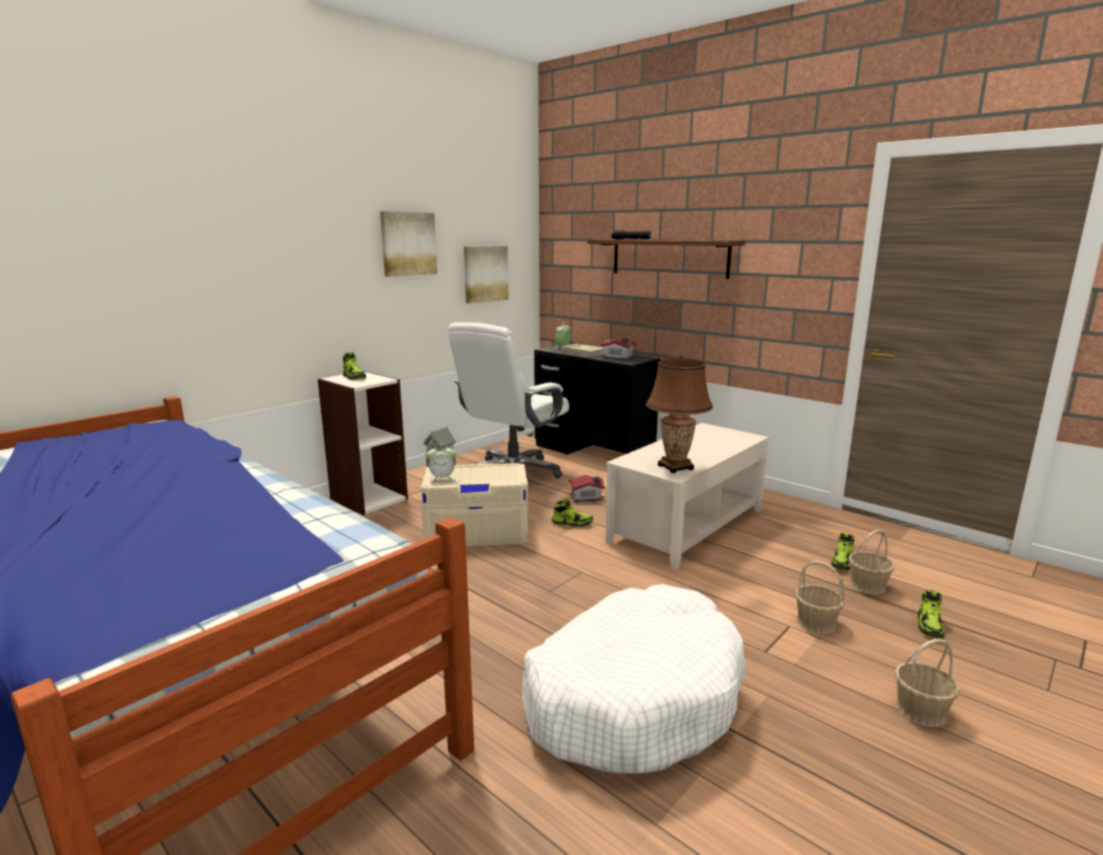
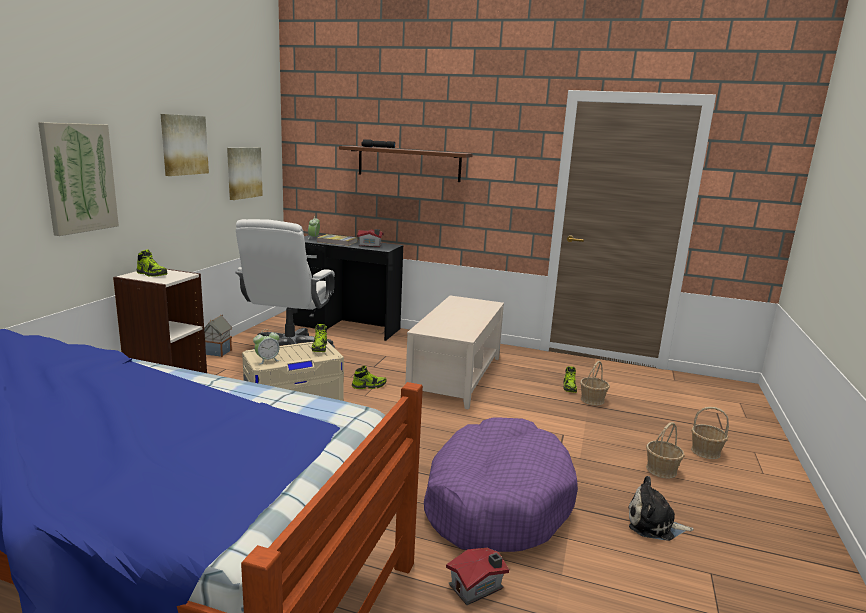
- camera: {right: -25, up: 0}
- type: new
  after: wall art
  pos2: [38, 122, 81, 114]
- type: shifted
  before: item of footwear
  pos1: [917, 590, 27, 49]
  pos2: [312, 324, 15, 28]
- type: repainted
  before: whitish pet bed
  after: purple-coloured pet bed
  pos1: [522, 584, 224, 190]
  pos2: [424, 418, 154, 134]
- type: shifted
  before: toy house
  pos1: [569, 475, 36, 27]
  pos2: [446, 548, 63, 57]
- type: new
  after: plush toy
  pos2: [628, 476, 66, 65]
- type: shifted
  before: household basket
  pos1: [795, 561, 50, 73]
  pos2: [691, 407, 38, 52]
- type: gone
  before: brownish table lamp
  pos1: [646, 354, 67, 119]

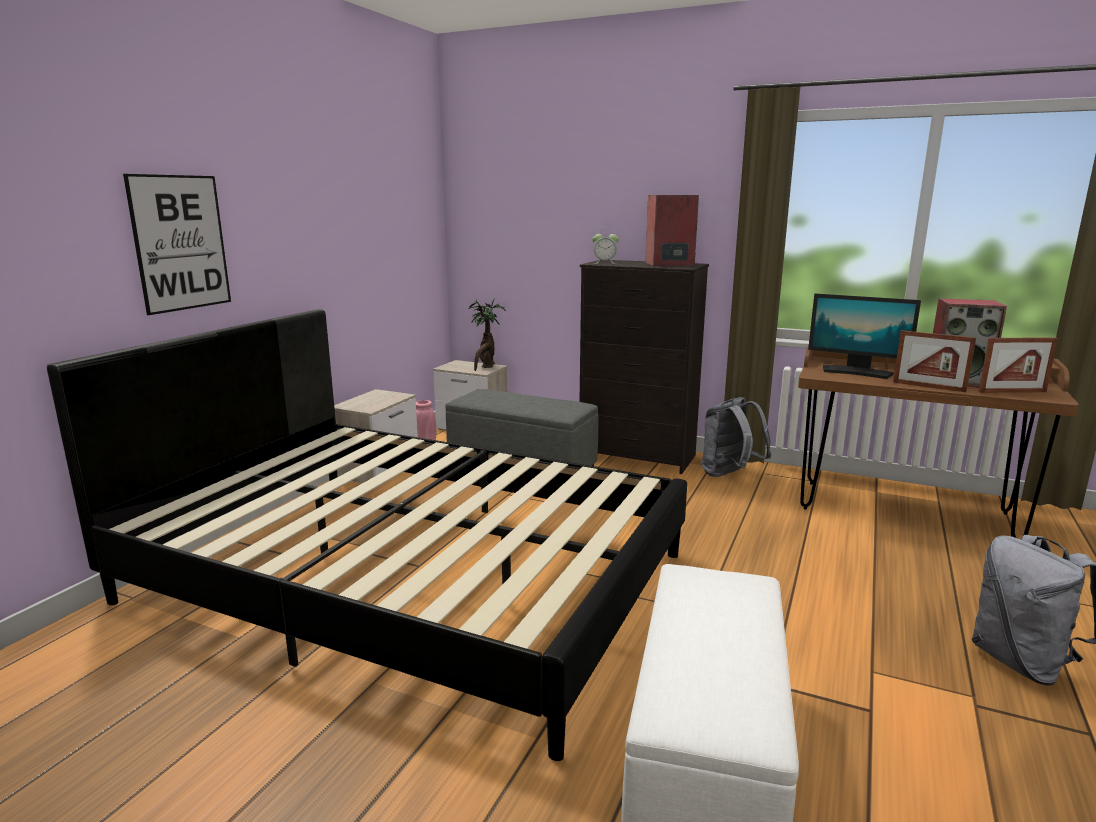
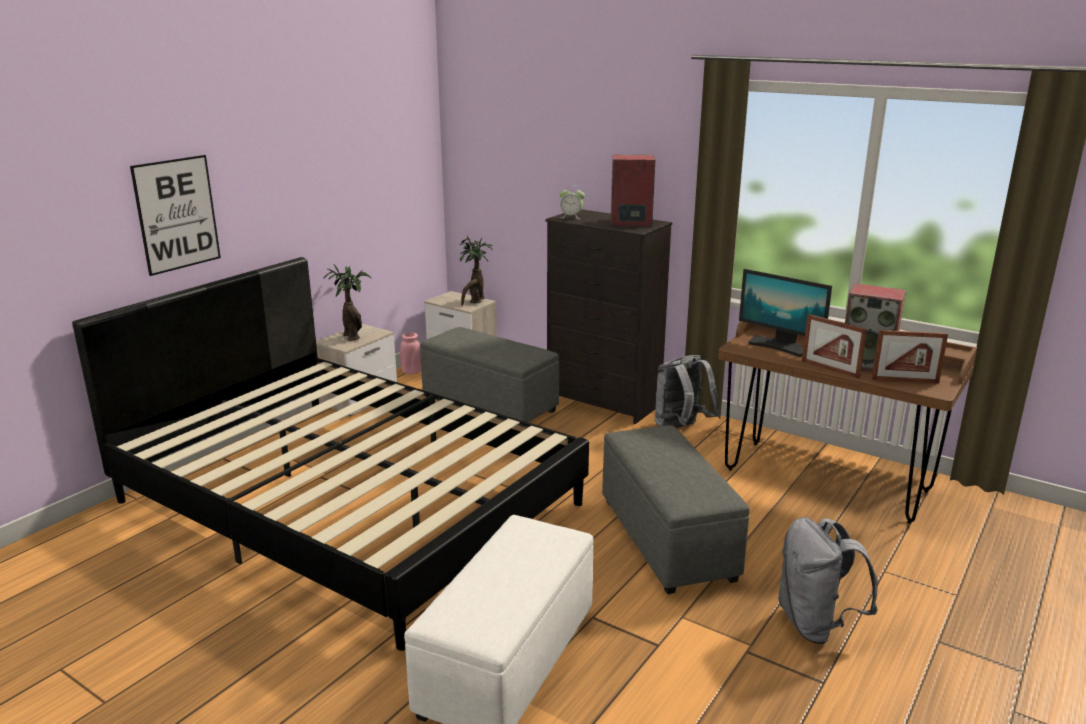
- camera: {right: 10, up: 5}
- type: new
  after: houseplant
  pos2: [323, 264, 49, 77]
- type: new
  after: gray pouffe
  pos2: [602, 425, 148, 169]

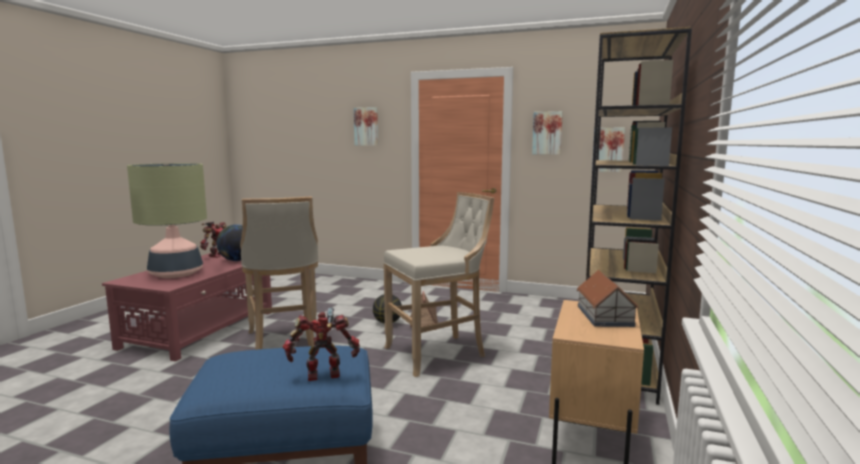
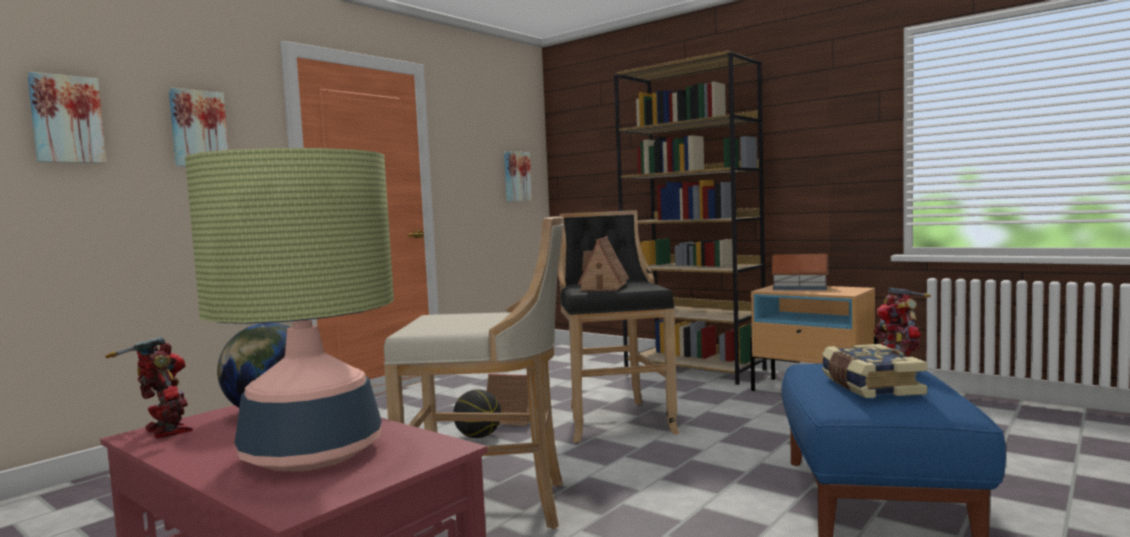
- camera: {right: -70, up: -5}
- type: shifted
  before: wall art
  pos1: [532, 111, 31, 44]
  pos2: [27, 72, 79, 91]
- type: repainted
  before: beige sitting stool
  after: black-coloured sitting stool
  pos1: [384, 192, 110, 185]
  pos2: [558, 210, 121, 233]
- type: new
  after: toy house
  pos2: [578, 237, 51, 54]
- type: new
  after: volume
  pos2: [822, 344, 105, 54]

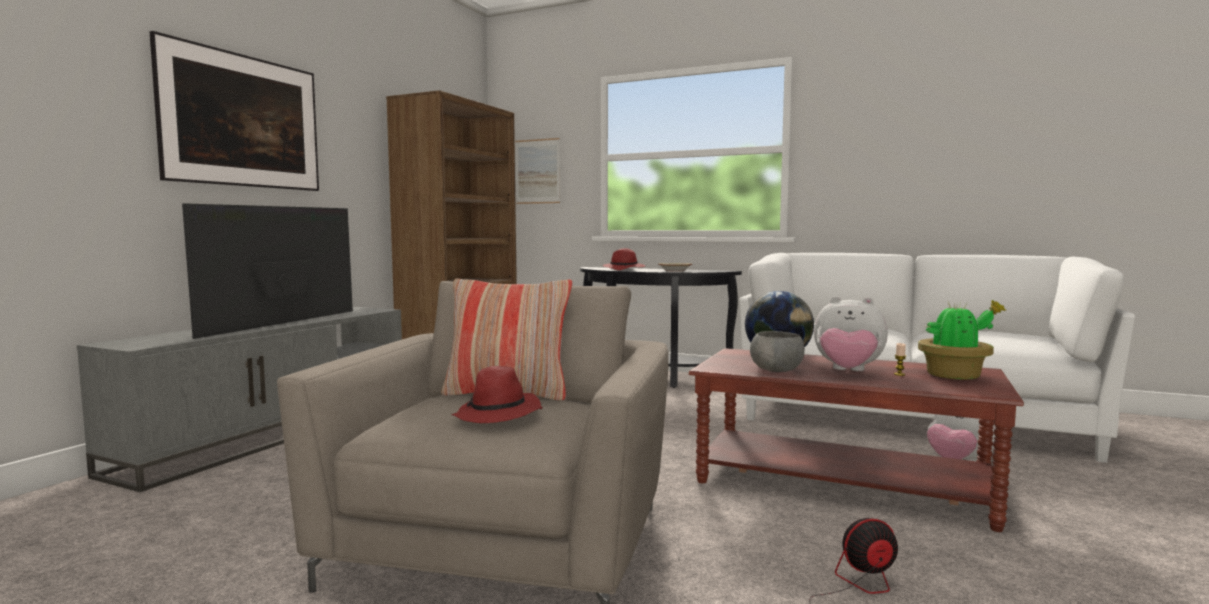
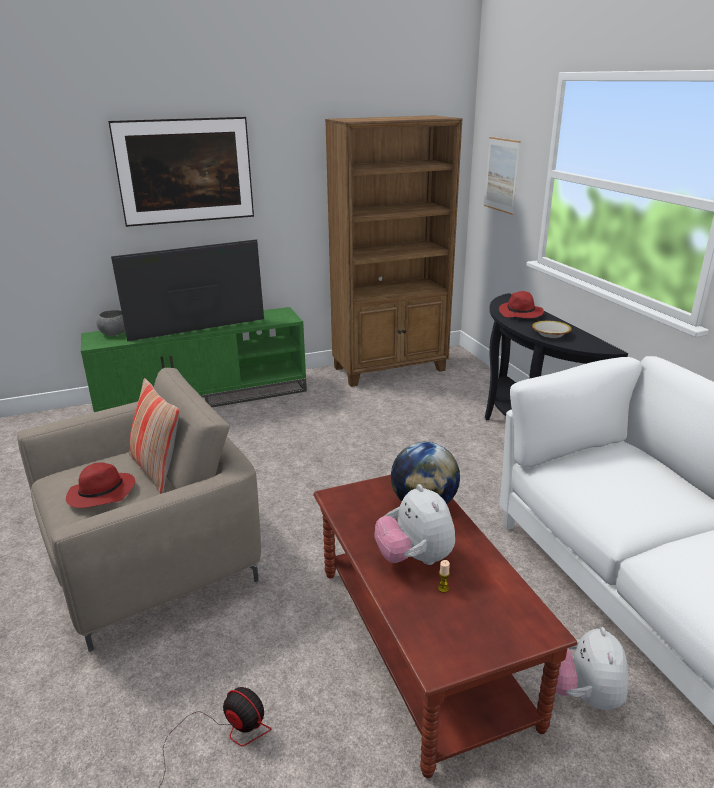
- camera: {right: 45, up: 20}
- type: repainted
  before: gray tv stand
  after: greenish tv stand
  pos1: [77, 307, 325, 185]
  pos2: [81, 307, 226, 105]
- type: shifted
  before: gray serving bowl
  pos1: [750, 331, 55, 41]
  pos2: [96, 310, 29, 26]
- type: gone
  before: houseplant
  pos1: [918, 300, 88, 80]

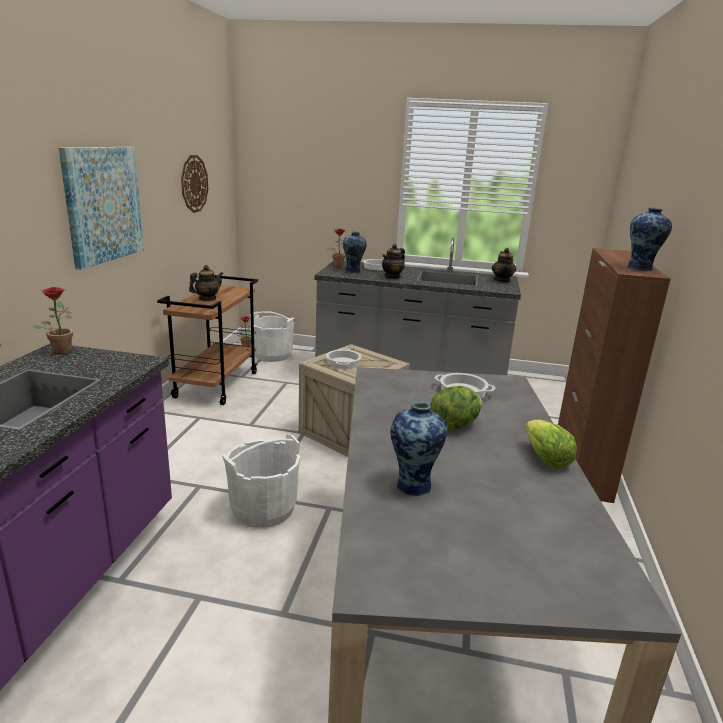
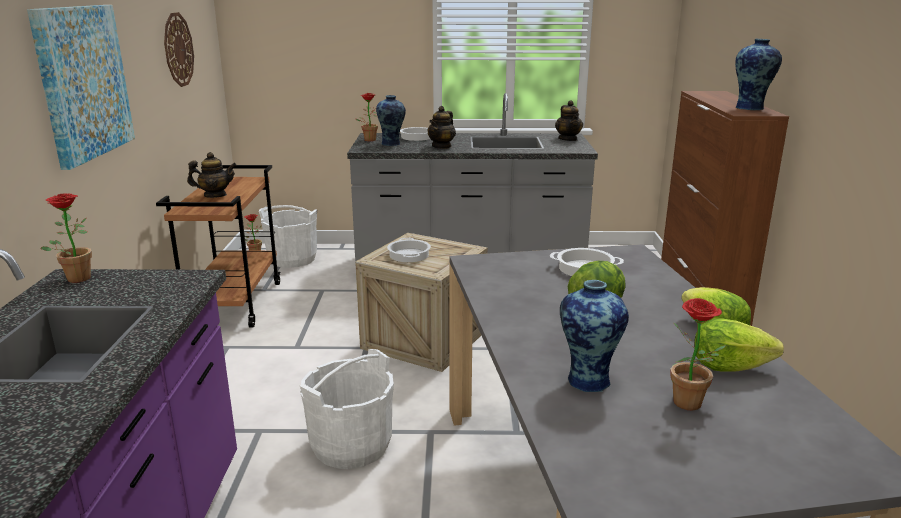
- camera: {right: -10, up: 0}
- type: rotated
  before: teapot
  pos1: [189, 265, 34, 36]
  pos2: [187, 152, 50, 46]
  turn: 45
- type: new
  after: houseplant
  pos2: [670, 298, 56, 113]
- type: new
  after: head of lettuce
  pos2: [694, 318, 90, 54]

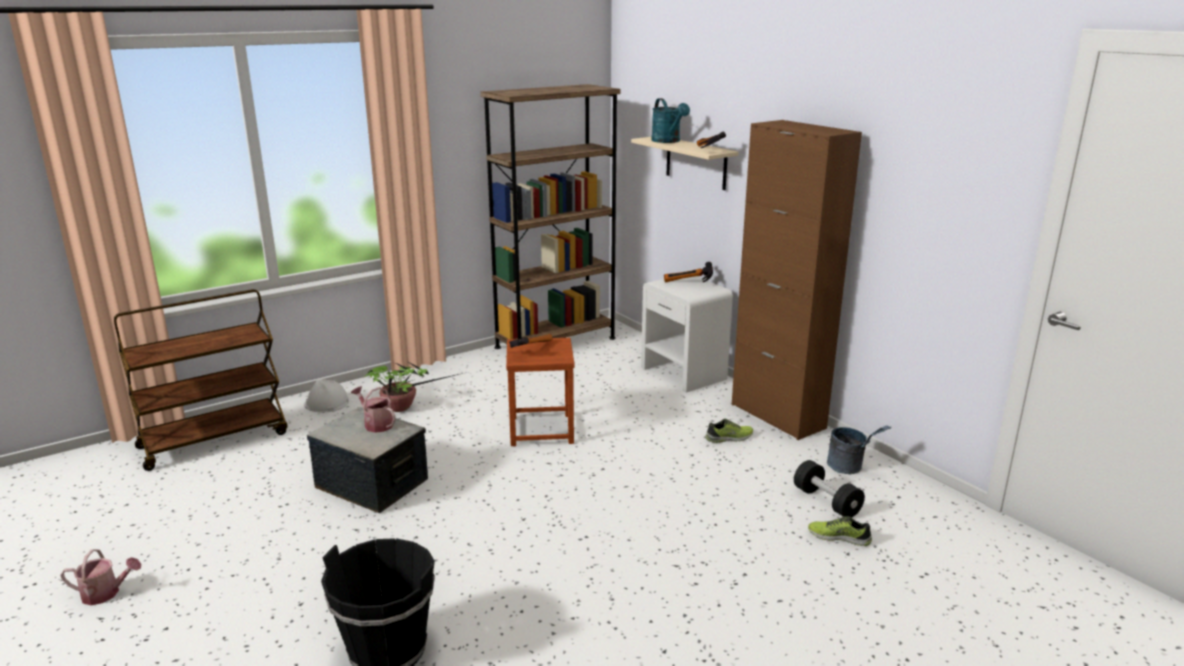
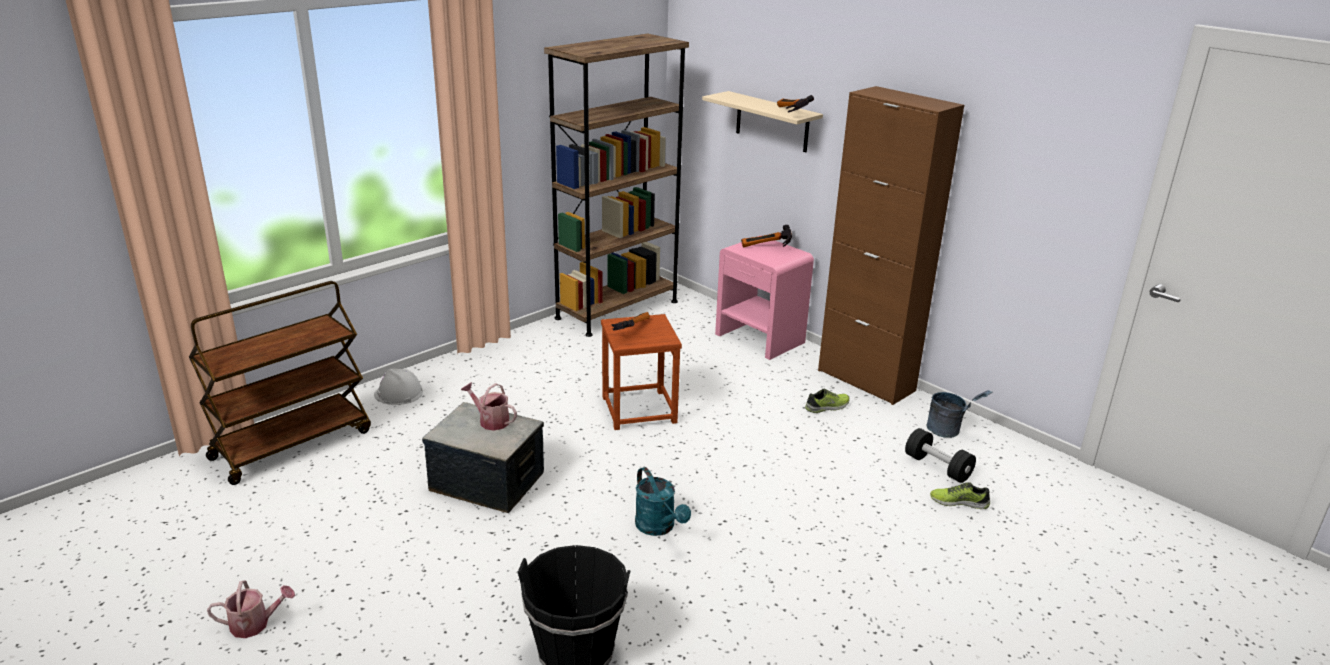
- camera: {right: -10, up: 5}
- type: shifted
  before: turquoise watering pot
  pos1: [651, 98, 39, 45]
  pos2: [635, 467, 56, 69]
- type: repainted
  before: whitish nightstand
  after: pinkish nightstand
  pos1: [641, 276, 92, 117]
  pos2: [715, 236, 99, 124]
- type: gone
  before: houseplant
  pos1: [364, 361, 99, 51]

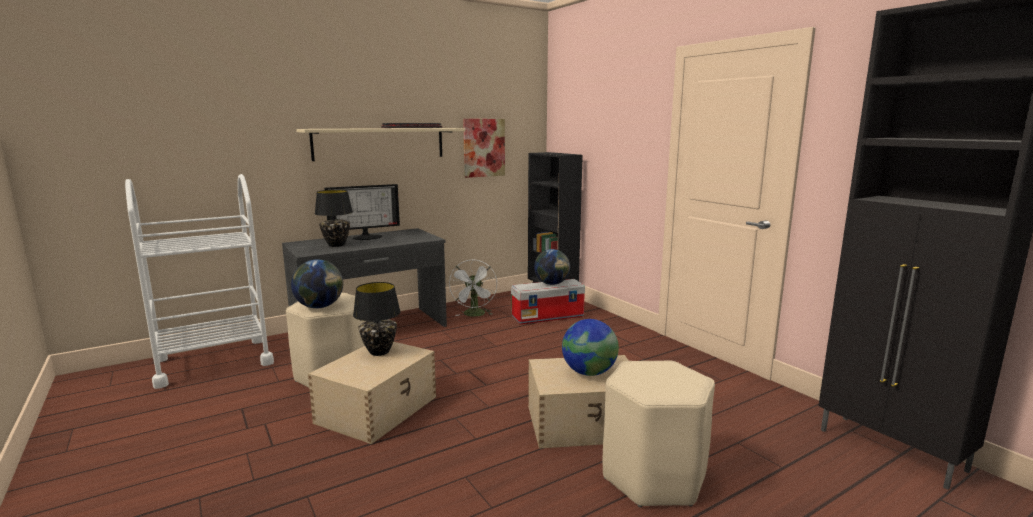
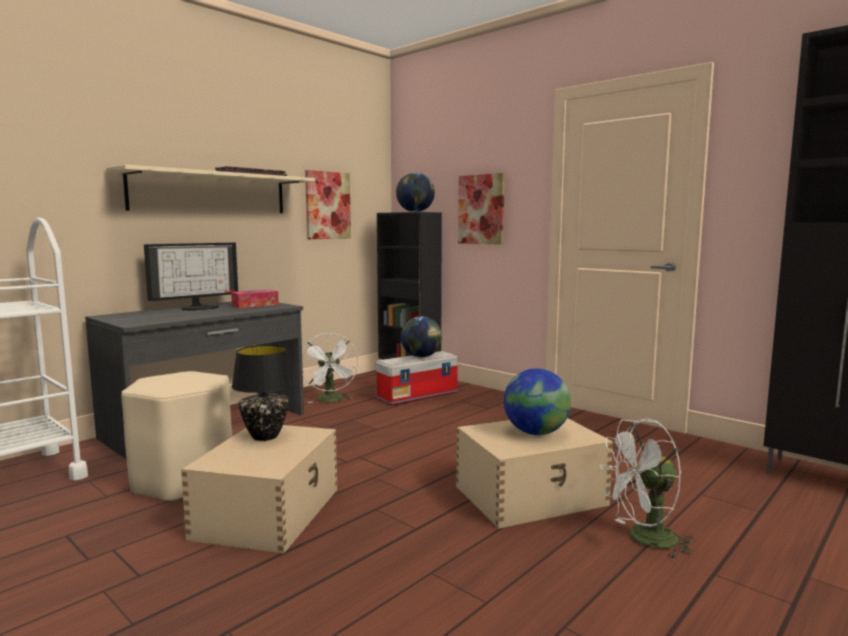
- camera: {right: -15, up: -5}
- type: new
  after: tissue holder
  pos2: [231, 289, 48, 19]
- type: shifted
  before: world globe
  pos1: [291, 259, 52, 49]
  pos2: [396, 173, 39, 39]
- type: new
  after: wall art
  pos2: [458, 173, 47, 72]
- type: swapped
  before: beige sitting stool
  after: whitish cooling fan
  pos1: [603, 360, 112, 147]
  pos2: [600, 419, 95, 140]
- type: gone
  before: black-coloured table lamp
  pos1: [315, 190, 38, 57]

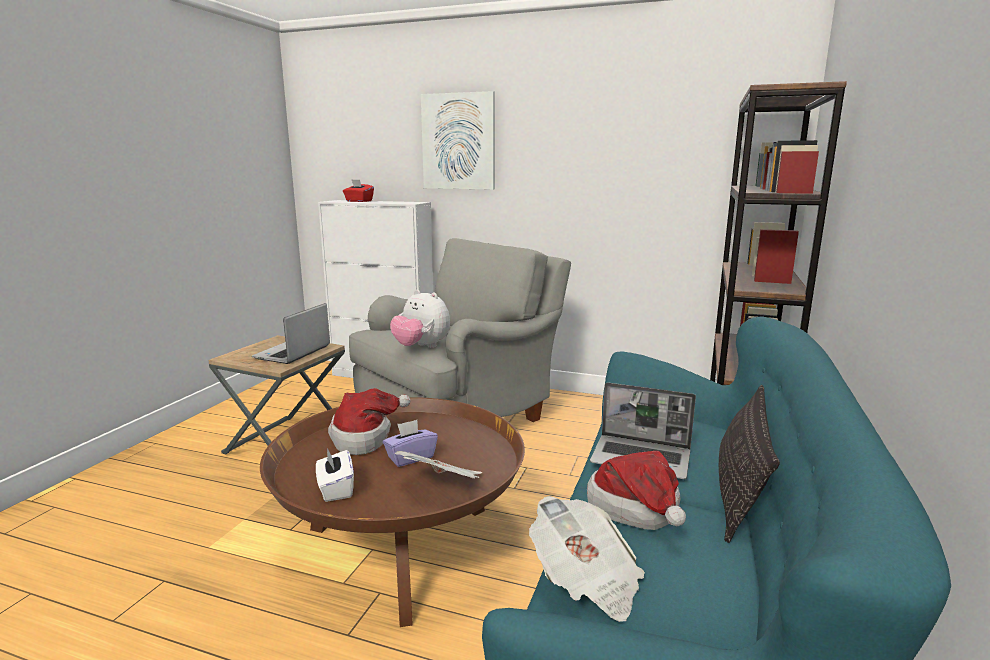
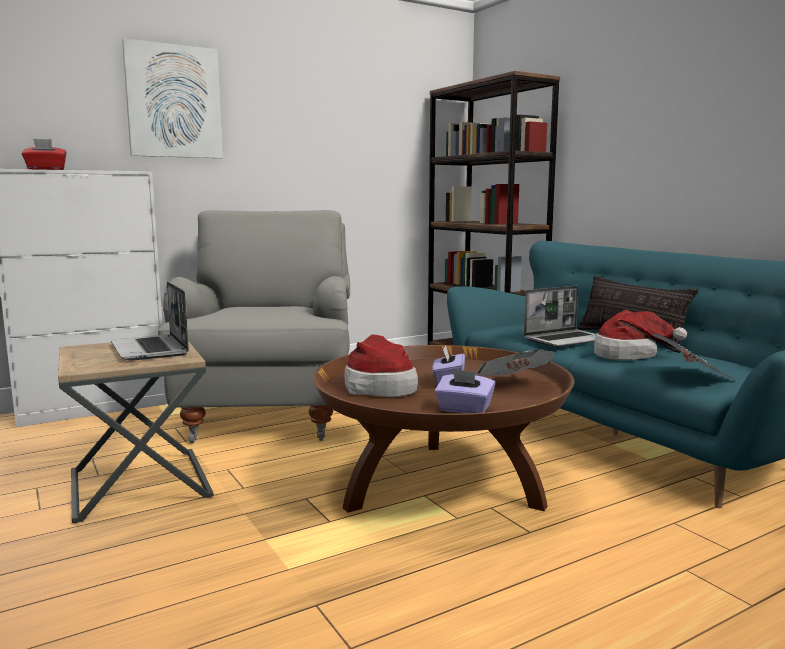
- camera: {right: -50, up: -5}
- type: repainted
  before: whitish tissue holder
  after: purple-coloured tissue holder
  pos1: [316, 448, 38, 54]
  pos2: [435, 369, 60, 44]
- type: gone
  before: plush toy
  pos1: [390, 290, 60, 58]

